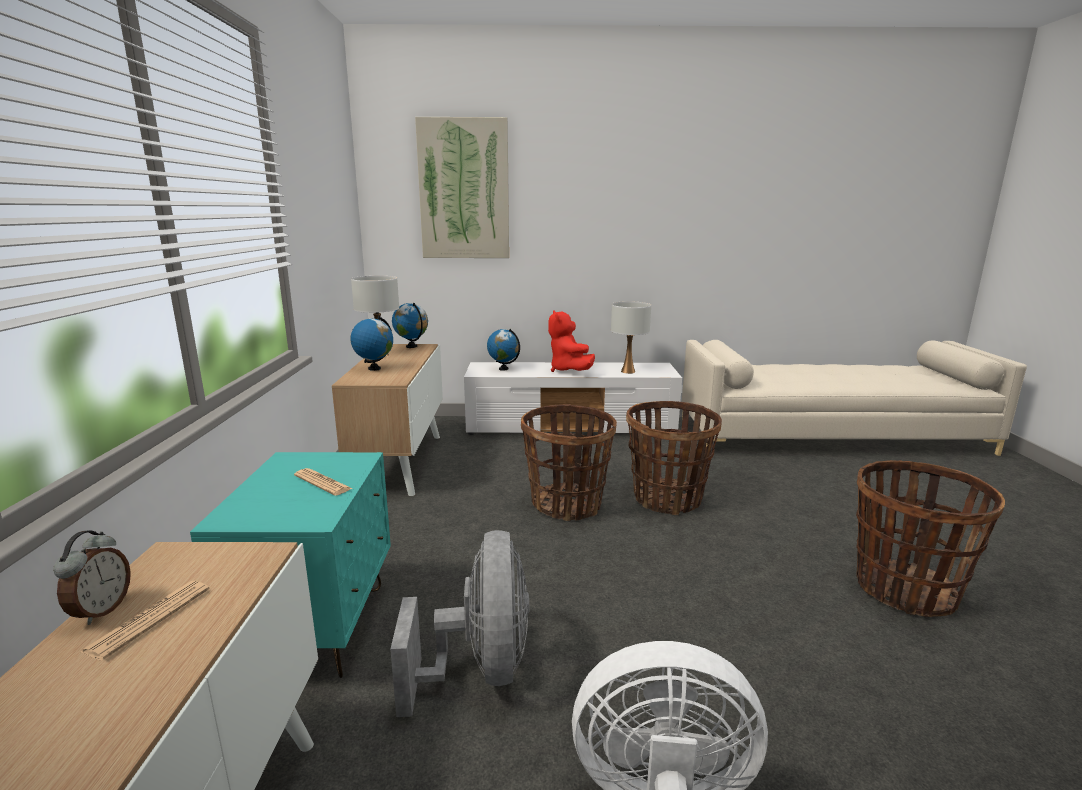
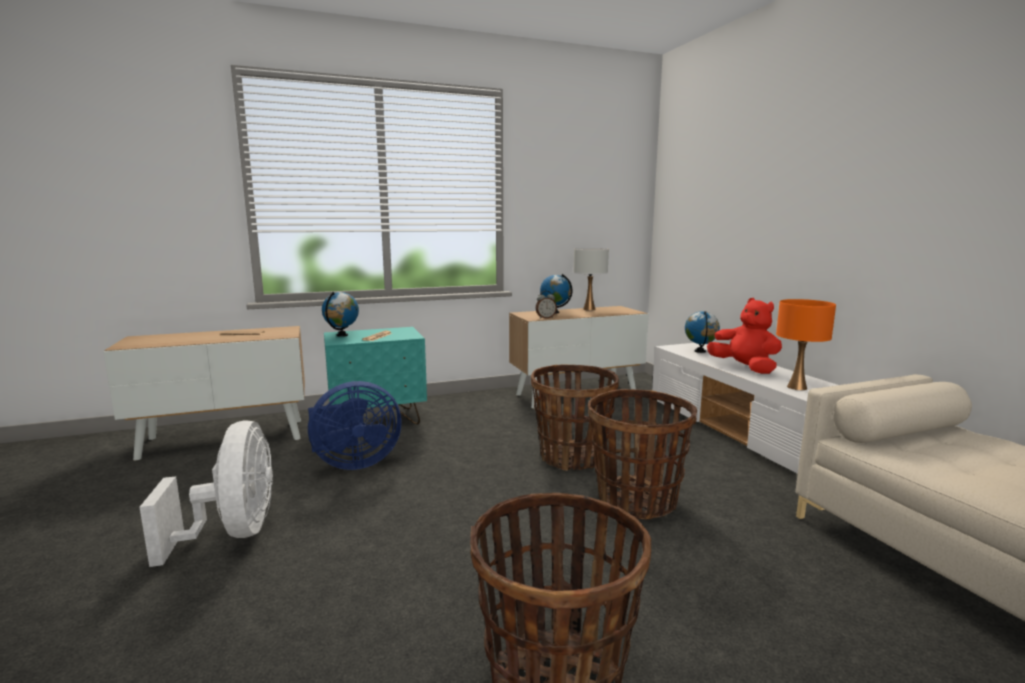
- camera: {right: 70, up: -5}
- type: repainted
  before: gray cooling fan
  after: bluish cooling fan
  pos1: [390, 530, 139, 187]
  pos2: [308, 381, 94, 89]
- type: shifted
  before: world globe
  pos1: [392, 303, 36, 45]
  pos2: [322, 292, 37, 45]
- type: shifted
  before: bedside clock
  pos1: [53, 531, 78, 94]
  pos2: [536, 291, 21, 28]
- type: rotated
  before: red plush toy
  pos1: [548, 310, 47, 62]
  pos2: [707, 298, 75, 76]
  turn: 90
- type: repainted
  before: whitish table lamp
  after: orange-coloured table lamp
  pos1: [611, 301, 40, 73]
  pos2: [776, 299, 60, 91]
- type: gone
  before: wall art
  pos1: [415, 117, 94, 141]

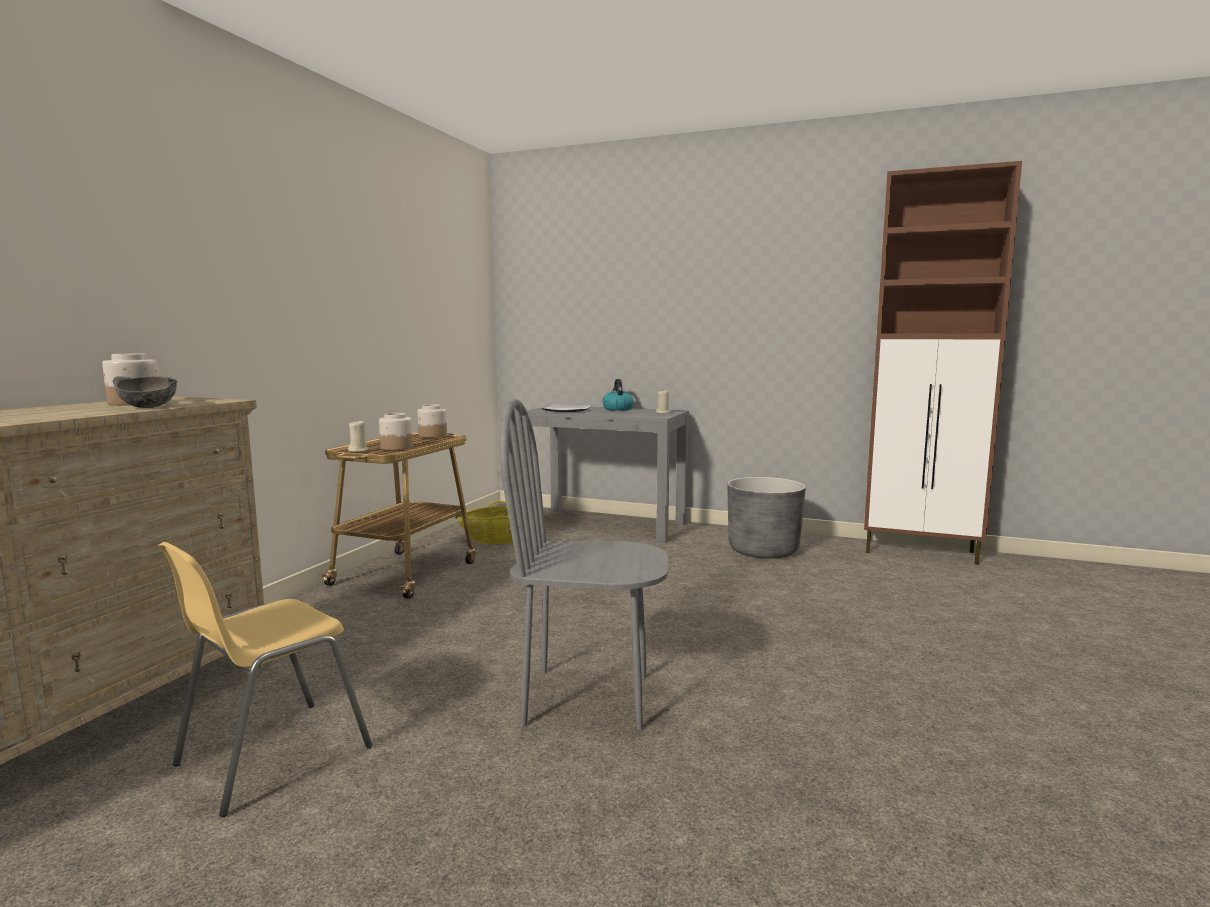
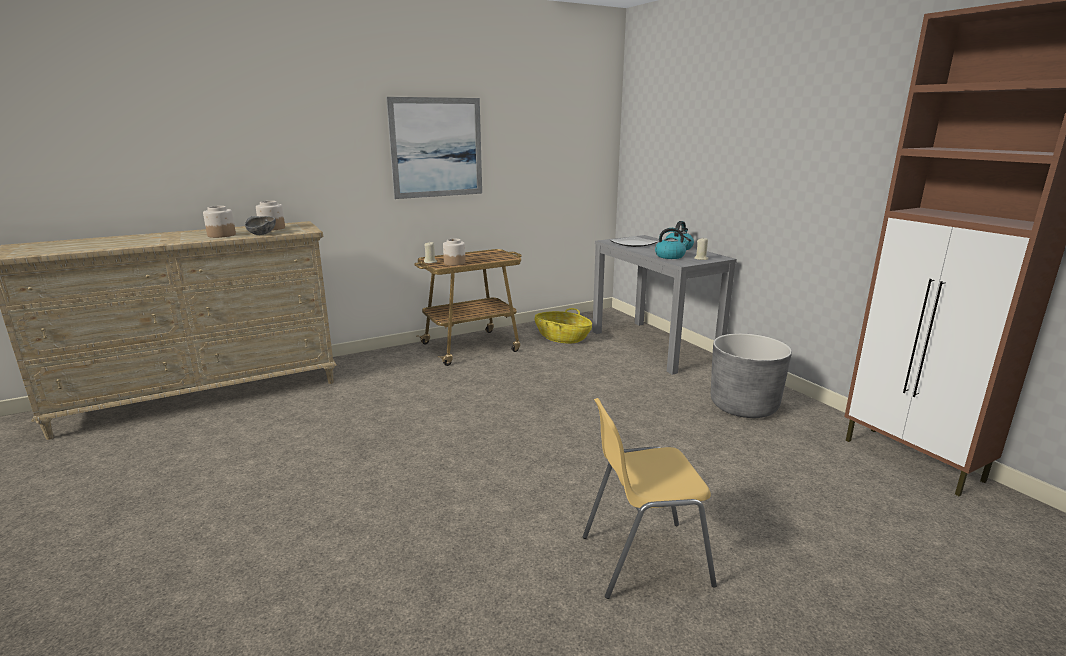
- camera: {right: 40, up: 10}
- type: shifted
  before: preserve jar
  pos1: [418, 404, 29, 33]
  pos2: [203, 206, 33, 32]
- type: new
  after: wall art
  pos2: [386, 97, 96, 102]
- type: shifted
  before: yellowish plain chair
  pos1: [158, 542, 214, 275]
  pos2: [583, 398, 134, 201]
- type: new
  after: water kettle
  pos2: [655, 228, 36, 31]
- type: gone
  before: gray plain chair
  pos1: [500, 399, 169, 332]

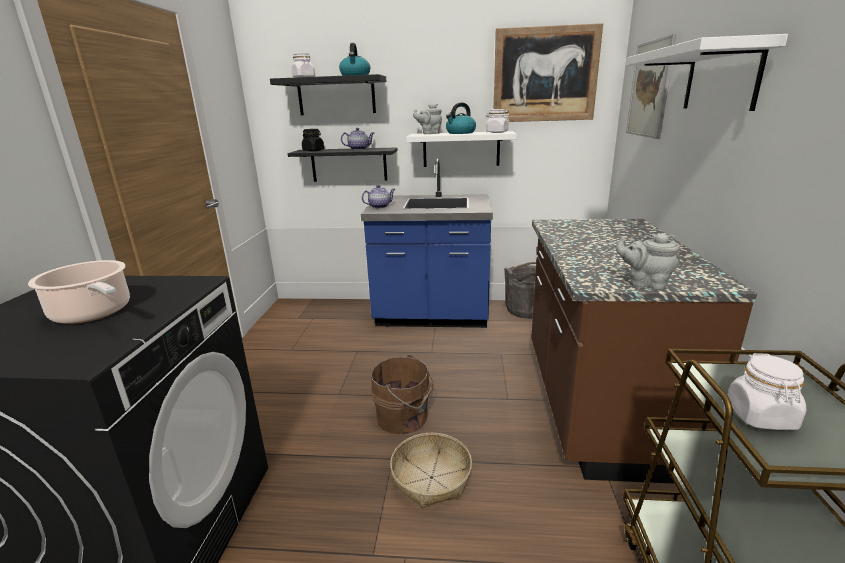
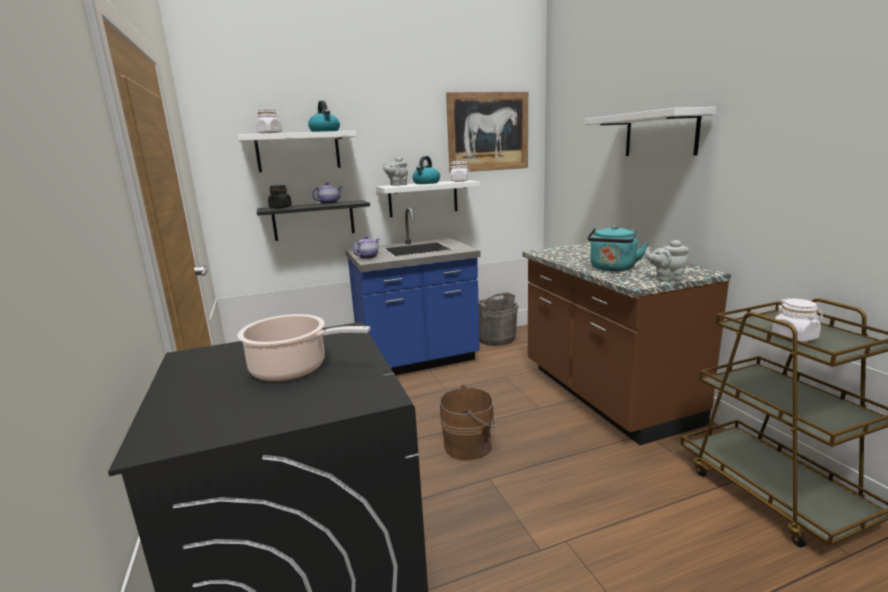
- camera: {right: -25, up: -5}
- type: repainted
  before: black-coloured wall shelf
  after: whitish wall shelf
  pos1: [270, 74, 116, 41]
  pos2: [238, 130, 119, 42]
- type: new
  after: turquoise water kettle
  pos2: [587, 225, 62, 46]
- type: gone
  before: household basket
  pos1: [390, 433, 82, 75]
- type: gone
  before: wall art
  pos1: [626, 34, 51, 105]

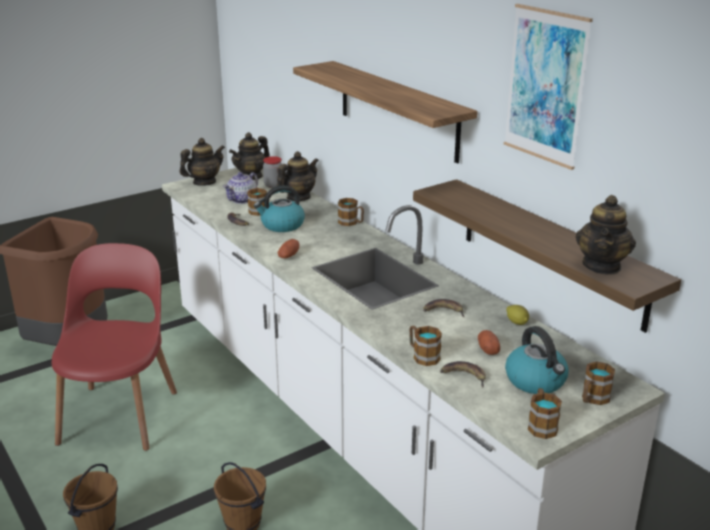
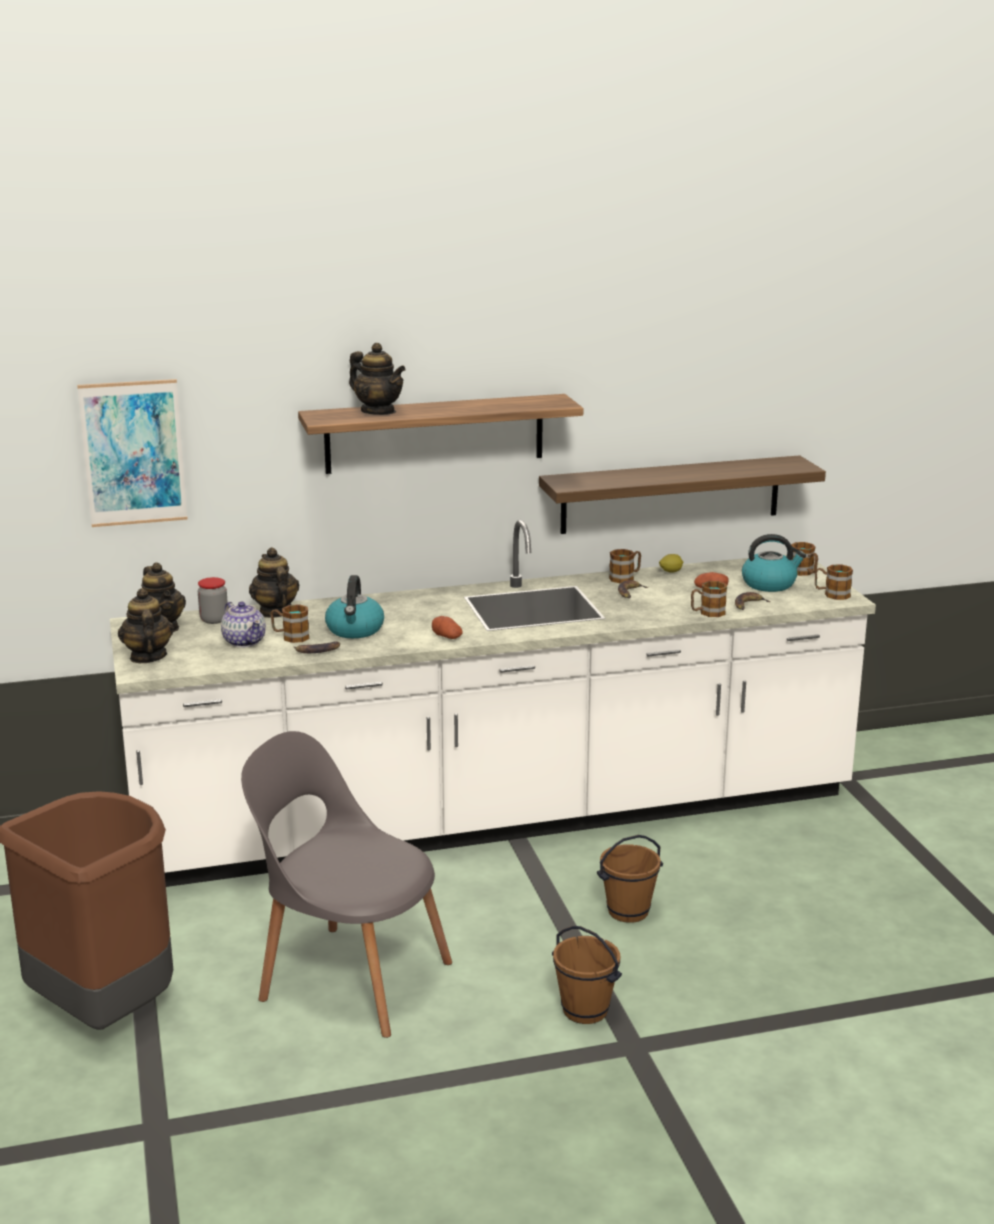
- camera: {right: -70, up: -5}
- type: shifted
  before: wall art
  pos1: [504, 4, 89, 166]
  pos2: [77, 379, 111, 148]
- type: repainted
  before: red plain chair
  after: gray plain chair
  pos1: [52, 243, 125, 208]
  pos2: [241, 731, 211, 307]
- type: shifted
  before: teapot
  pos1: [576, 195, 60, 80]
  pos2: [349, 343, 57, 72]
- type: shifted
  before: tea mug
  pos1: [338, 198, 26, 28]
  pos2: [609, 549, 32, 34]

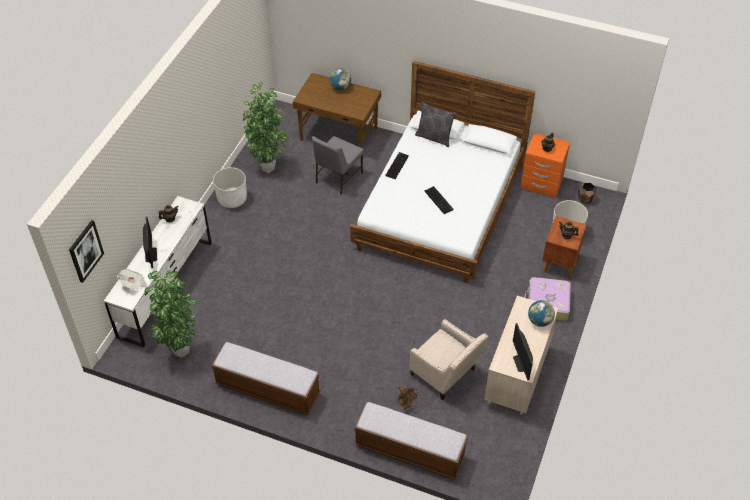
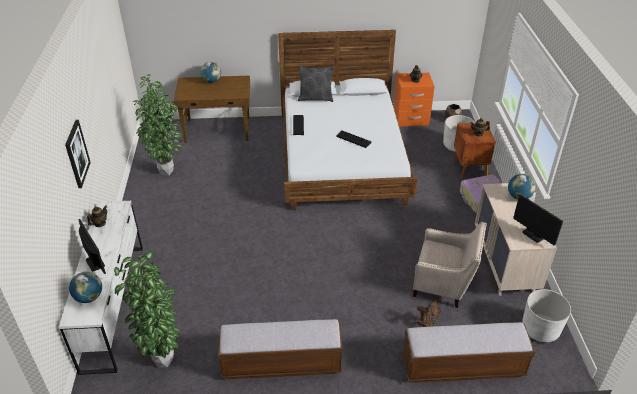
- camera: {right: -25, up: -10}
- type: shifted
  before: wall art
  pos1: [69, 220, 35, 63]
  pos2: [65, 120, 26, 68]
- type: swapped
  before: newspaper
  after: world globe
  pos1: [117, 269, 31, 21]
  pos2: [69, 272, 33, 31]
- type: shifted
  before: whitish flower pot
  pos1: [213, 167, 34, 41]
  pos2: [522, 289, 49, 53]
- type: gone
  before: gray plain chair
  pos1: [312, 136, 52, 59]

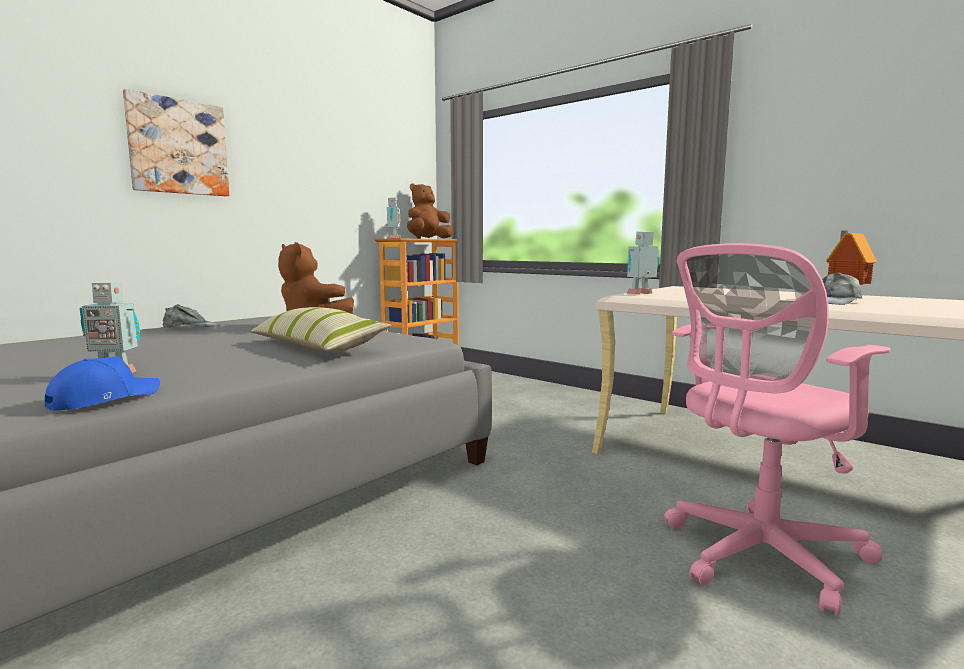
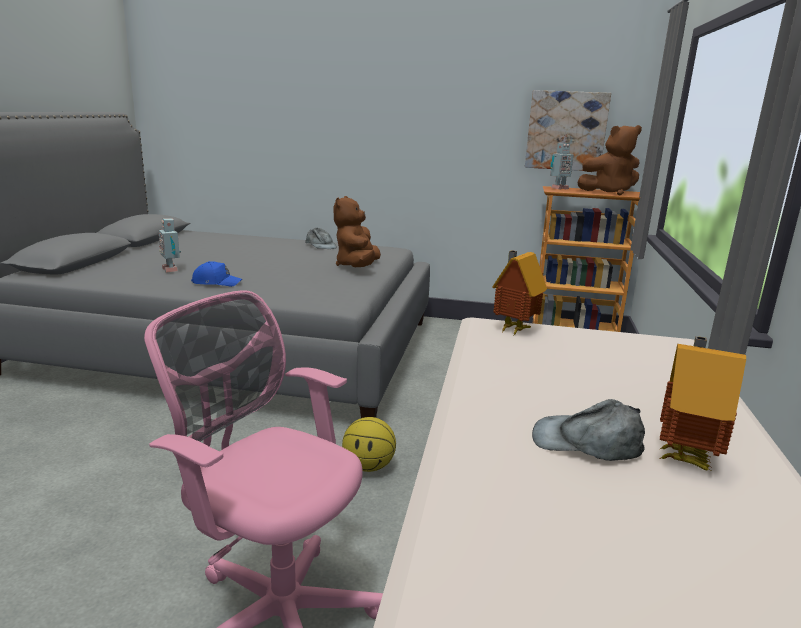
- camera: {right: 60, up: 10}
- type: shifted
  before: bluish peaked cap
  pos1: [45, 357, 115, 54]
  pos2: [191, 261, 51, 26]
- type: new
  after: basketball
  pos2: [342, 417, 54, 55]
- type: swapped
  before: model robot
  after: toy house
  pos1: [627, 232, 32, 63]
  pos2: [492, 250, 55, 85]
- type: shifted
  before: wall art
  pos1: [123, 89, 106, 107]
  pos2: [525, 90, 86, 82]
- type: rotated
  before: brownish plush toy
  pos1: [407, 183, 46, 56]
  pos2: [578, 125, 64, 70]
  turn: 150
- type: gone
  before: pillow
  pos1: [250, 307, 142, 45]

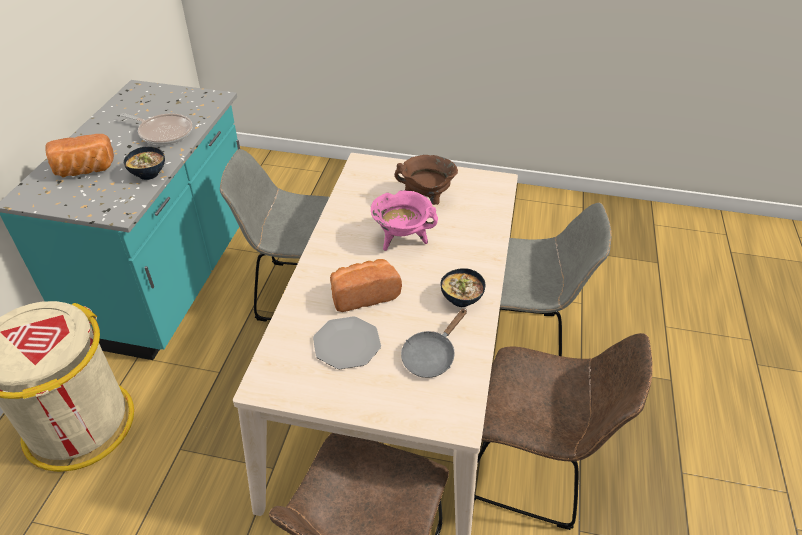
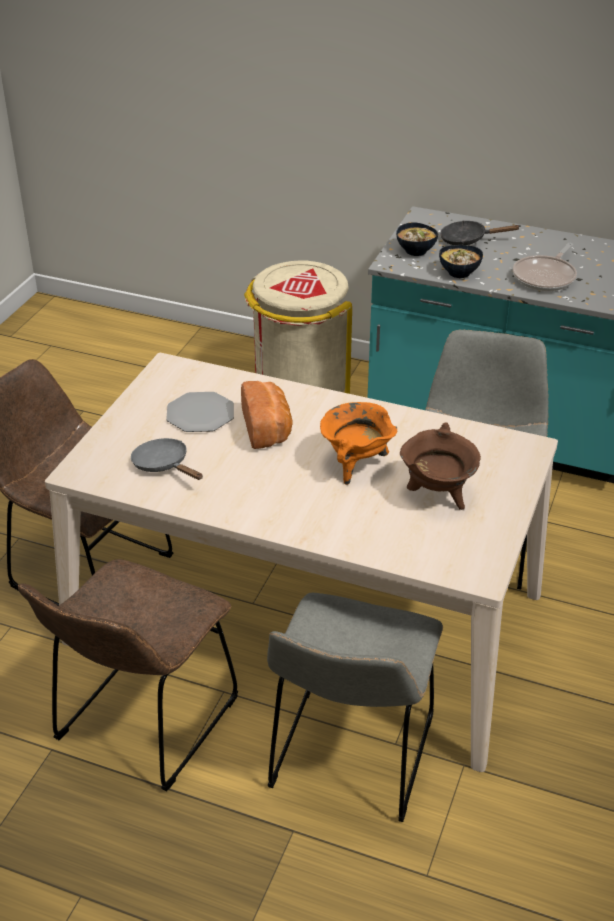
- camera: {right: 100, up: -5}
- type: repainted
  before: pinkish stockpot
  after: orange-coloured stockpot
  pos1: [371, 190, 67, 61]
  pos2: [320, 402, 77, 83]
- type: shifted
  before: serving bowl
  pos1: [440, 268, 45, 39]
  pos2: [396, 222, 42, 34]
- type: swapped
  before: bread
  after: black-coloured skillet
  pos1: [45, 134, 69, 43]
  pos2: [440, 221, 81, 24]

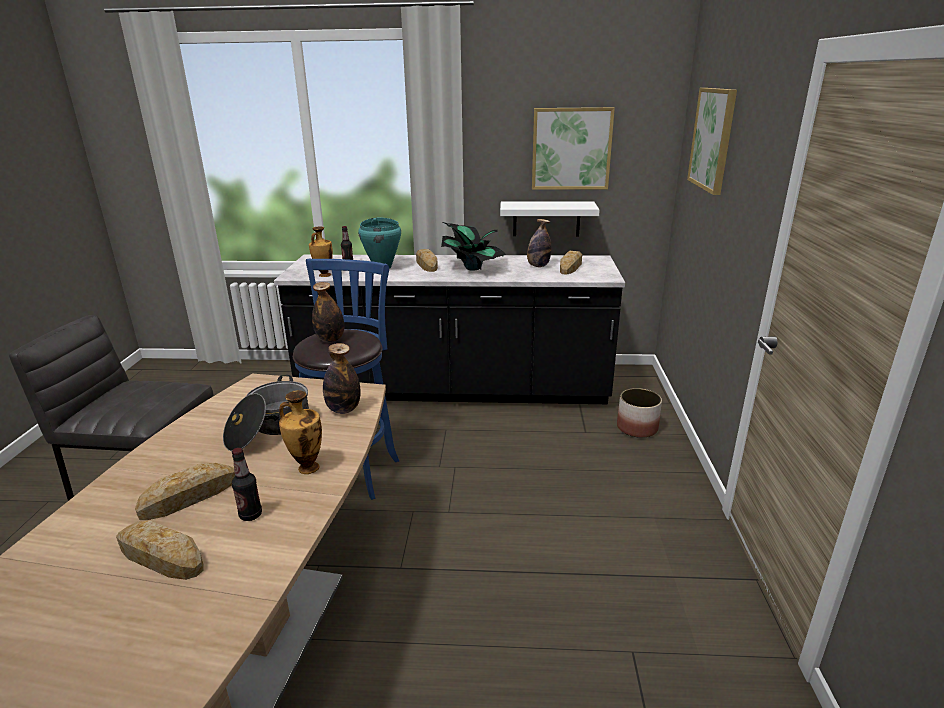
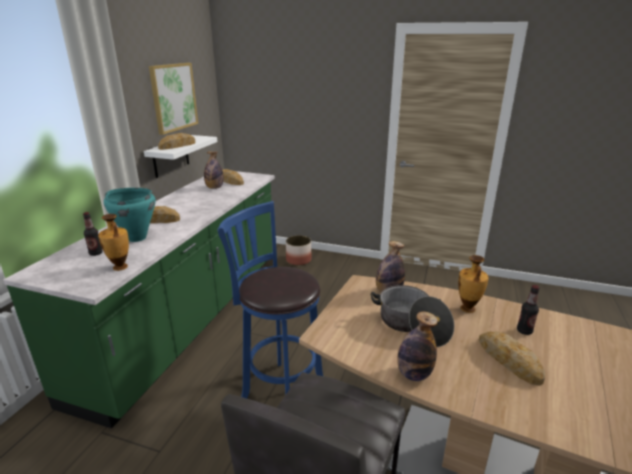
- camera: {right: -75, up: 0}
- type: repainted
  before: black-coloured kitchen counter
  after: greenish kitchen counter
  pos1: [274, 255, 351, 149]
  pos2: [3, 171, 272, 257]
- type: shifted
  before: bread
  pos1: [116, 520, 88, 60]
  pos2: [158, 133, 37, 17]
- type: shifted
  before: drink bottle
  pos1: [312, 282, 32, 60]
  pos2: [397, 311, 41, 70]
- type: gone
  before: houseplant
  pos1: [441, 222, 65, 49]
- type: gone
  before: wall art
  pos1: [687, 88, 50, 107]

